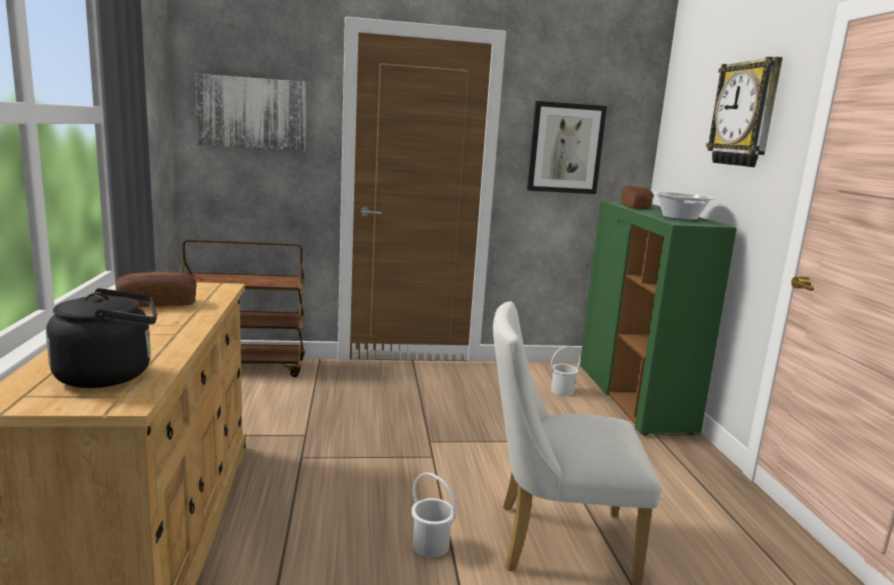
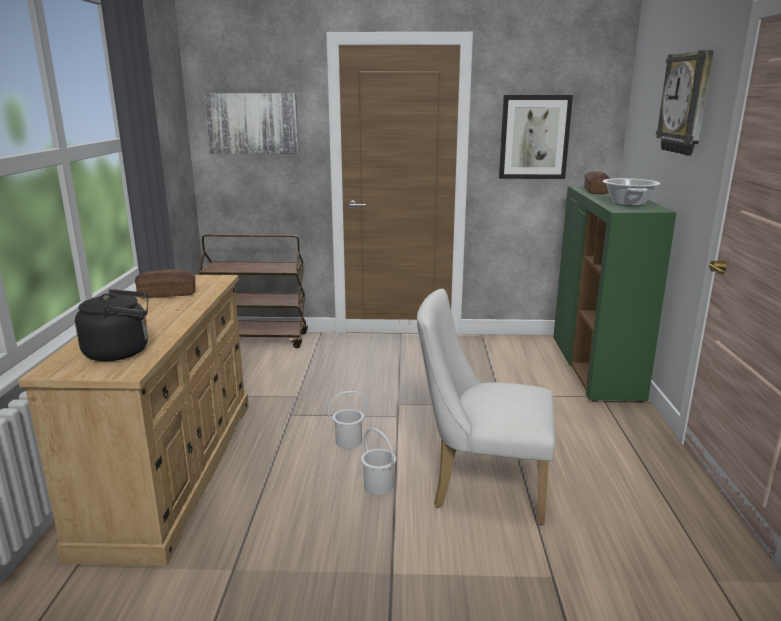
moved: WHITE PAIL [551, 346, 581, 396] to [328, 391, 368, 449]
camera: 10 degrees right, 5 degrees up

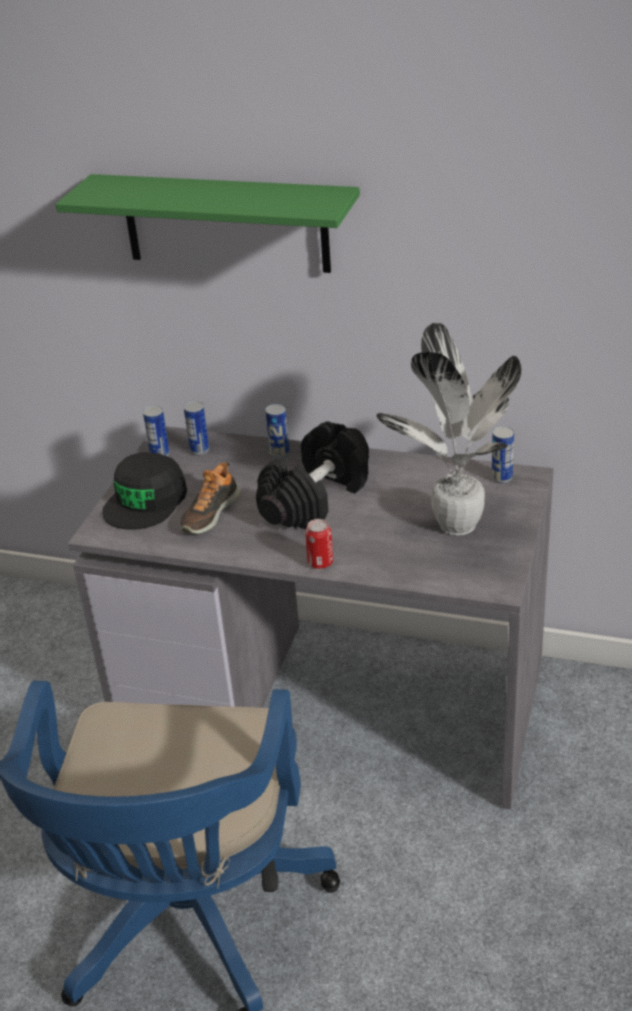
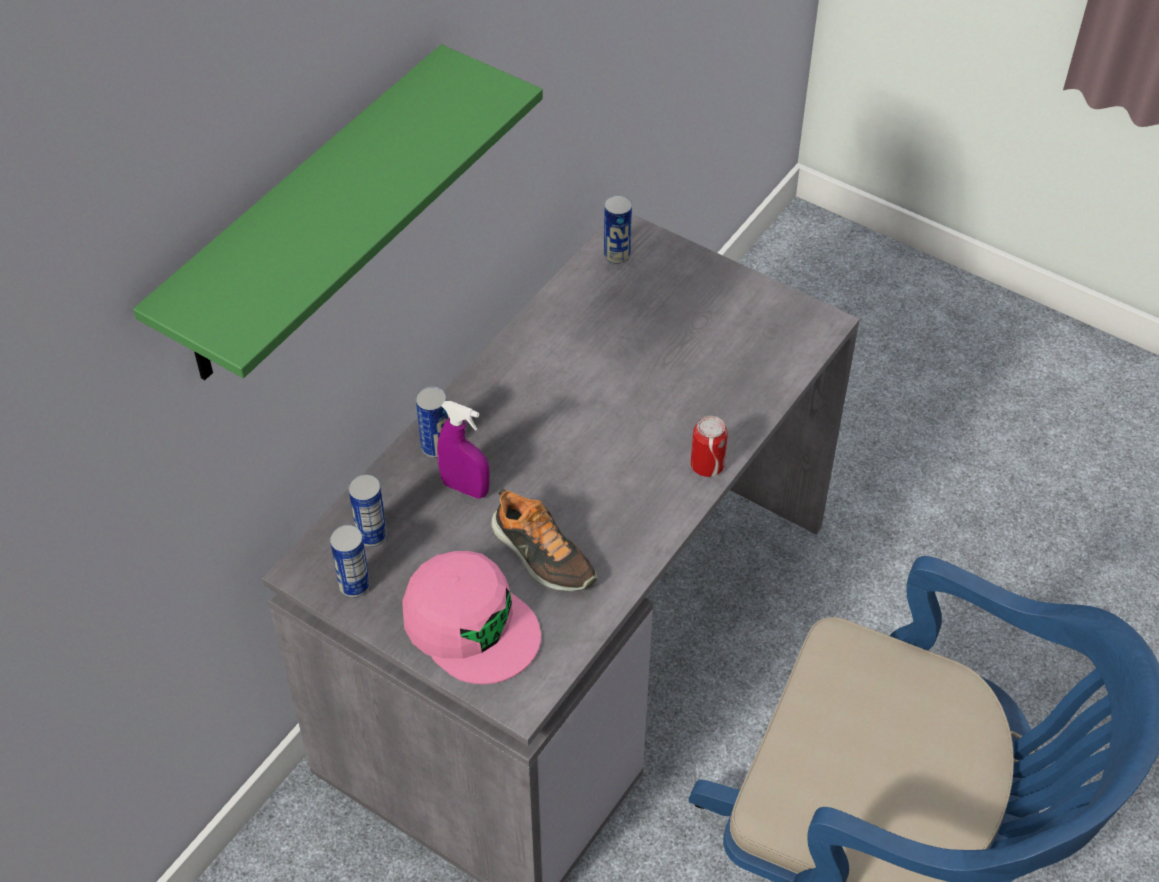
removed: BLACK-COLOURED FREE WEIGHT [256, 421, 369, 529]; PLANT IN A POT [376, 323, 521, 536]
added: PURPLE SPRAYER [437, 401, 490, 499]
recoloured: BLACK-COLOURED PEAKED CAP [102, 452, 187, 530] to PINK-COLOURED PEAKED CAP [402, 551, 541, 684]
camera: 75 degrees left, 15 degrees up

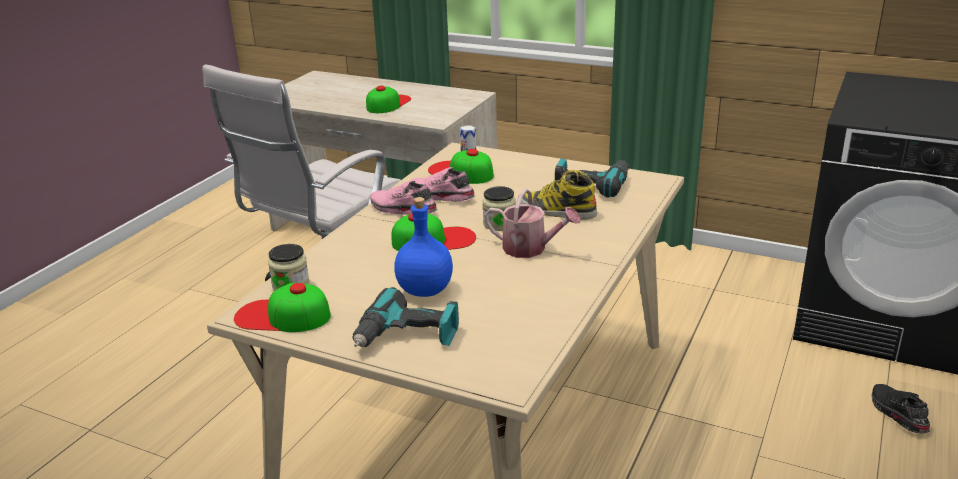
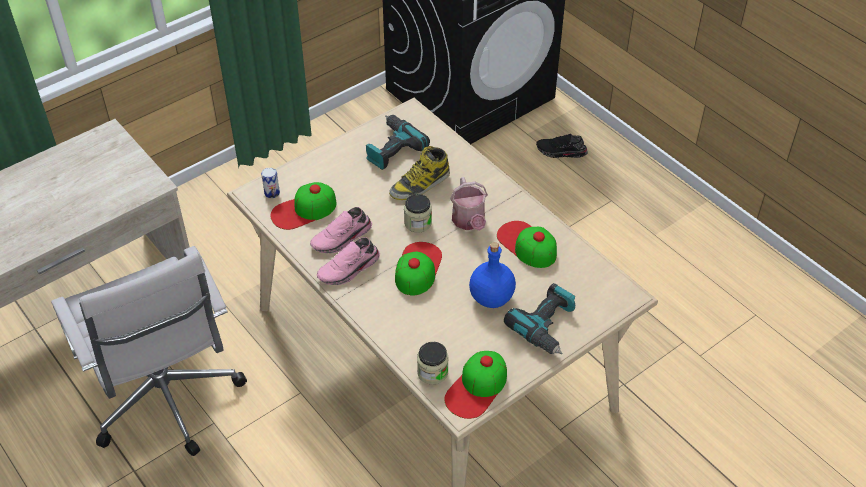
moved: PEAKED CAP [366, 86, 411, 113] to [497, 221, 557, 268]
turned: SPRINKLING CAN [484, 188, 580, 258] = [450, 177, 488, 231] 120 degrees clockwise
camera: 65 degrees left, 20 degrees up

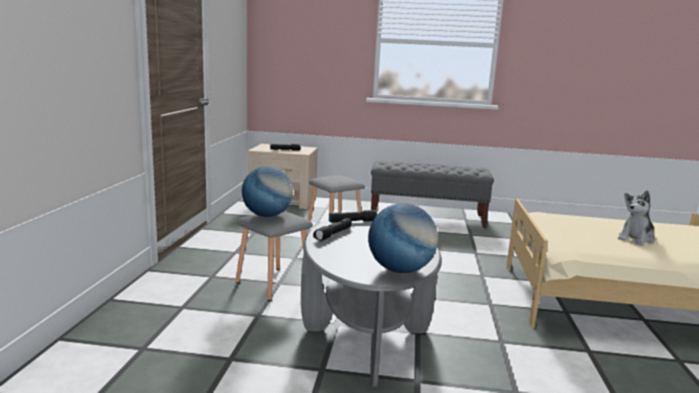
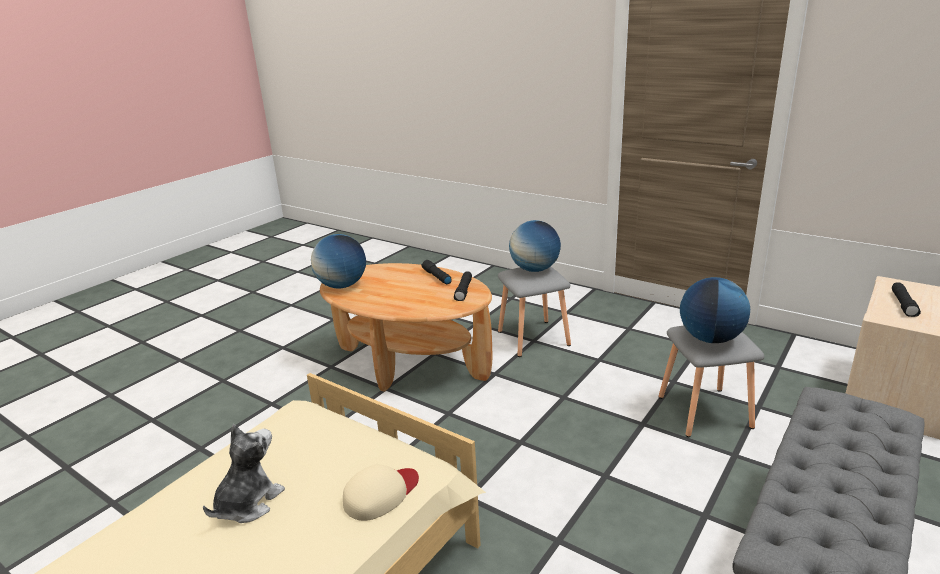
added: BEIGE-COLOURED PEAKED CAP [343, 465, 419, 521]; DESK GLOBE [680, 277, 750, 343]
recoloured: GREY LOW TABLE [301, 219, 442, 387] to BROWN LOW TABLE [320, 263, 492, 392]
turned: SOFT TOY [618, 190, 655, 246] = [203, 424, 285, 523] 45 degrees clockwise
camera: 120 degrees right, 10 degrees up

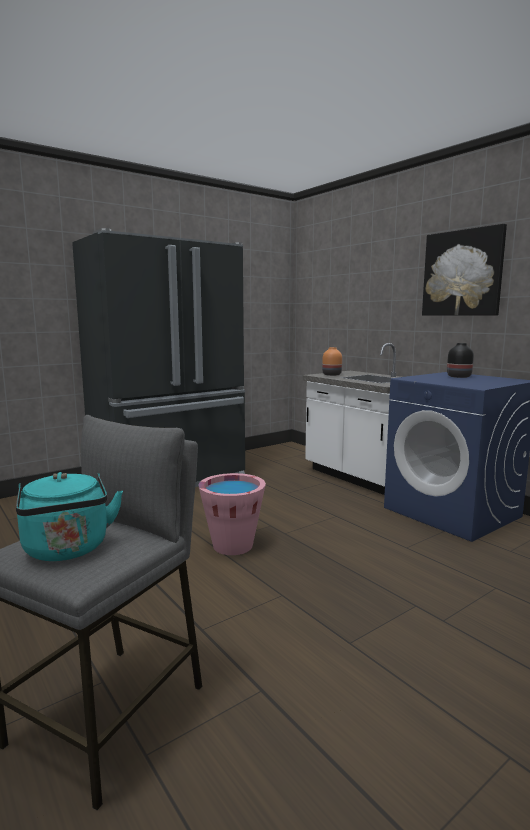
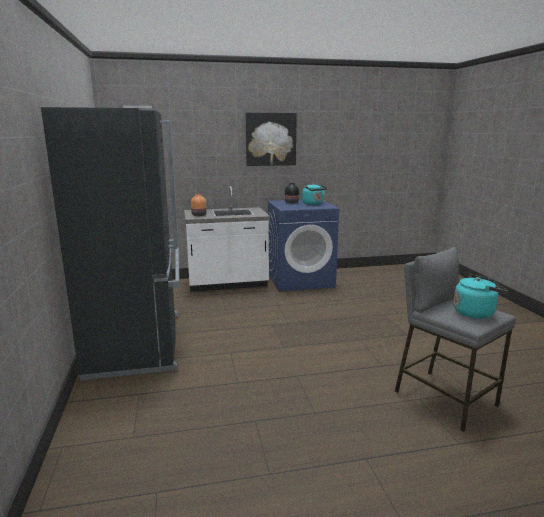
removed: PINK-COLOURED PAIL [198, 473, 266, 555]
added: TURQUOISE TEA KETTLE [302, 183, 327, 205]
camera: 65 degrees left, 5 degrees up

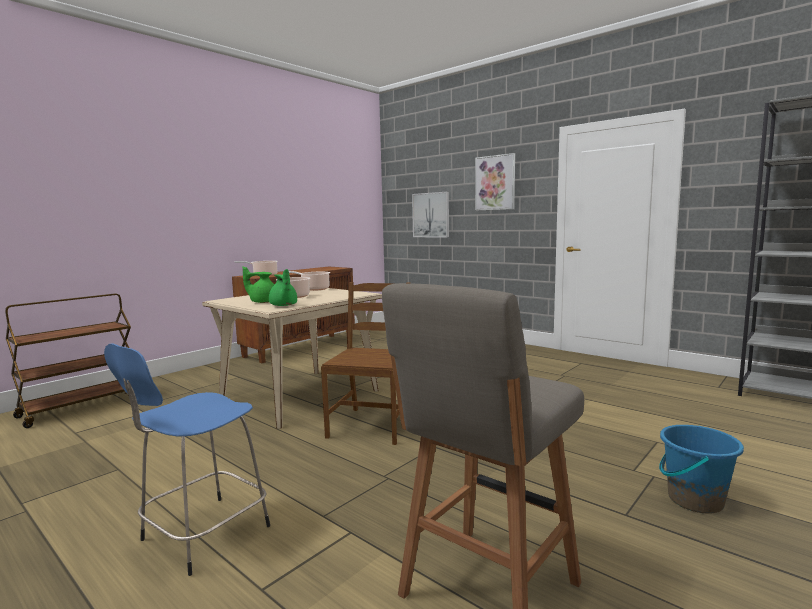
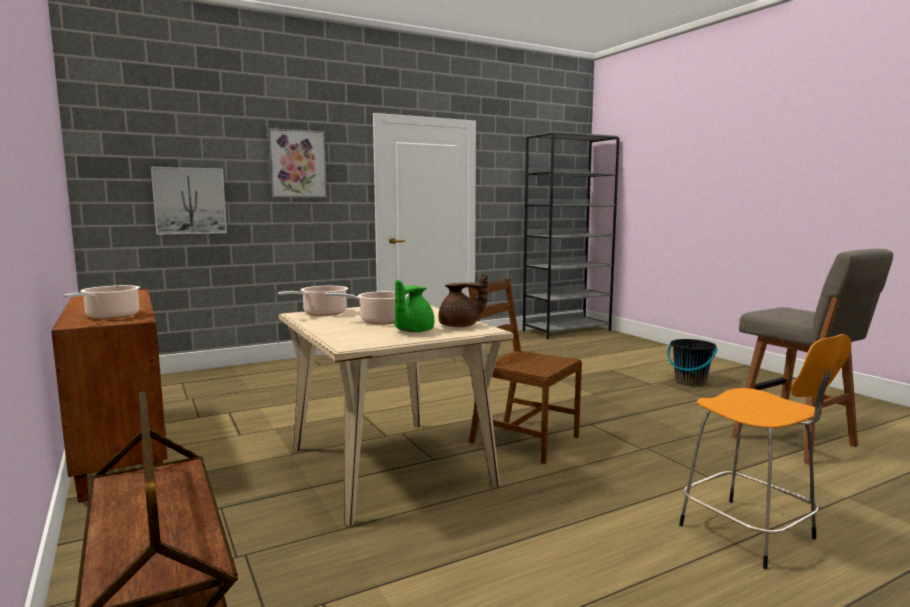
recoloured: BLUE-COLOURED STOOL [104, 343, 270, 576] to ORANGE-COLOURED STOOL [679, 334, 851, 569]; GREEN TEA POT [269, 269, 297, 306] to BROWN TEA POT [439, 273, 488, 327]; BLUE-COLOURED PAIL [659, 425, 744, 514] to BLACK-COLOURED PAIL [667, 339, 718, 386]
camera: 70 degrees left, 0 degrees up

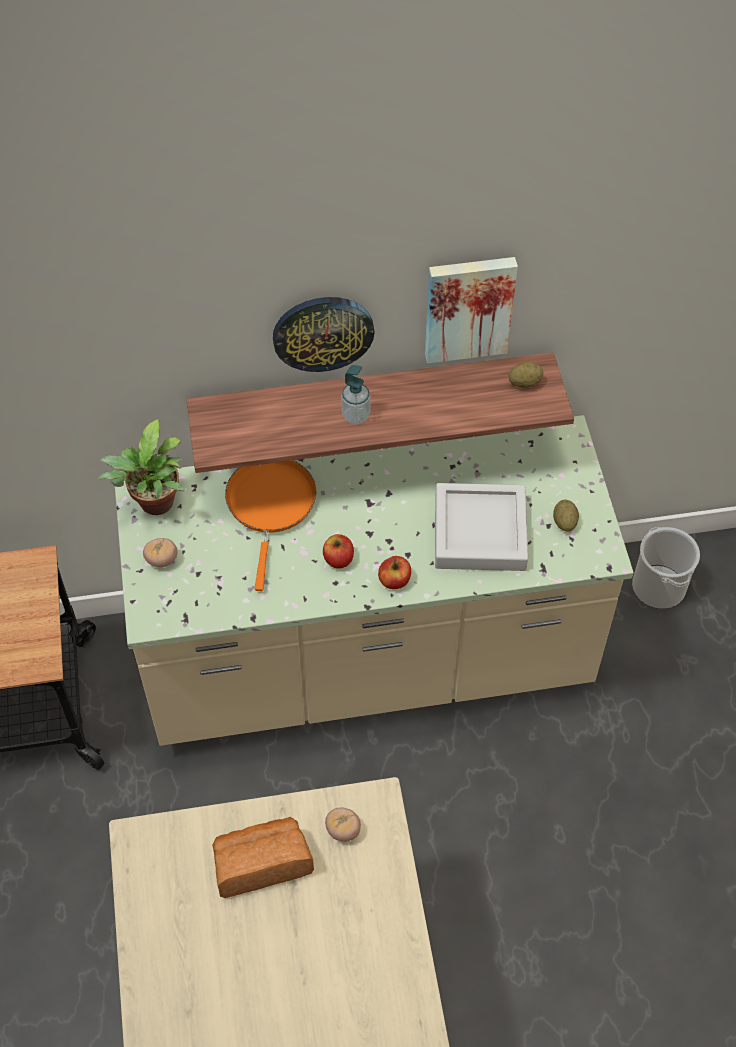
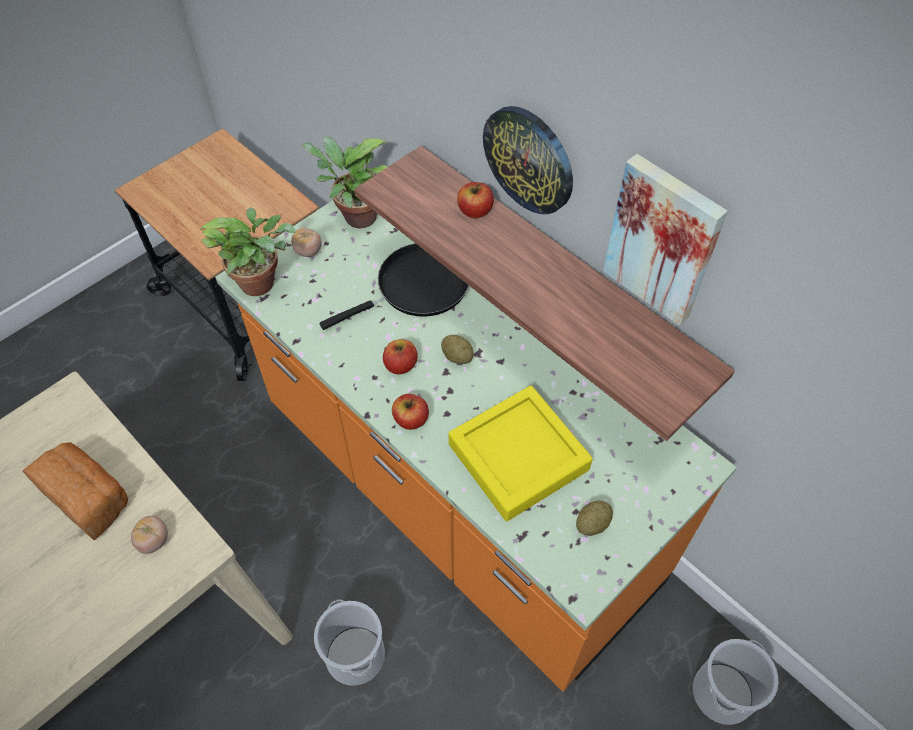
removed: SOAP DISPENSER [341, 365, 370, 424]
added: PLANT IN A POT [200, 207, 296, 296]; PAIL [314, 600, 385, 686]; APPLE [457, 182, 494, 218]
moved: SPUD [508, 362, 543, 388] to [441, 335, 474, 364]
recoloured: BEIGE-COLOURED KITCHEN COUNTER [115, 415, 634, 746] to ORANGE-COLOURED KITCHEN COUNTER [215, 200, 737, 692]; ORANGE-COLOURED PAN [225, 460, 316, 591] to BLACK-COLOURED PAN [320, 243, 469, 330]; GREY CARRYING TRAY [435, 483, 528, 571] to YELLOWISH CARRYING TRAY [449, 386, 593, 521]
camera: 55 degrees right, 0 degrees up

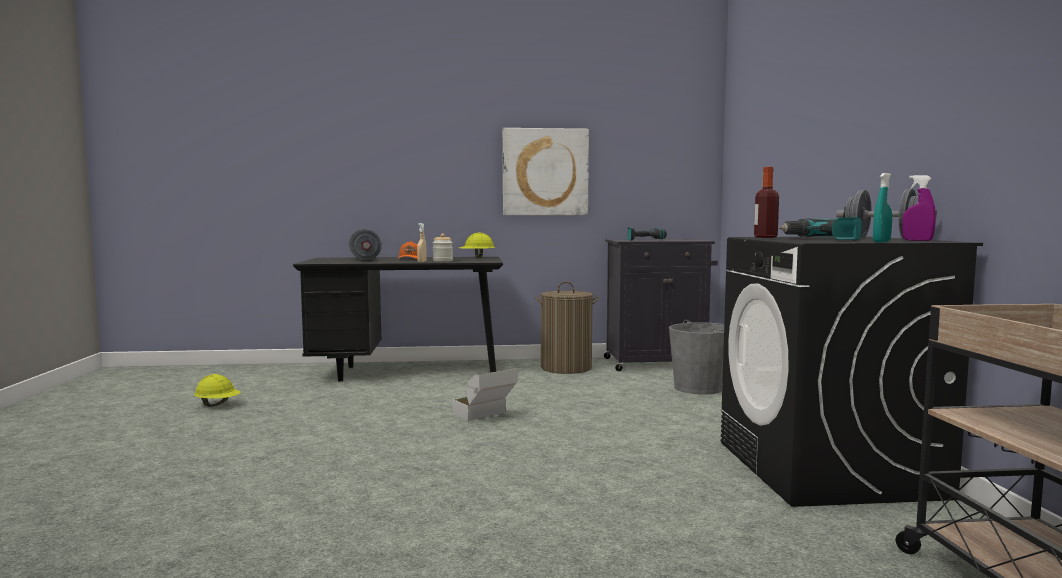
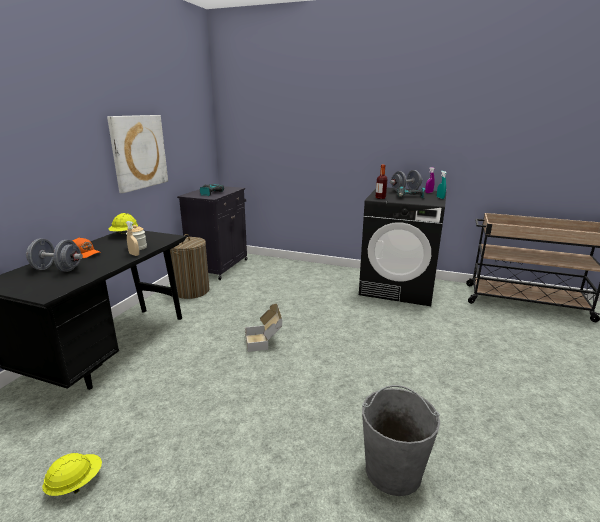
moved: GREY PAIL [669, 320, 724, 395] to [362, 385, 440, 496]
camera: 65 degrees left, 15 degrees up

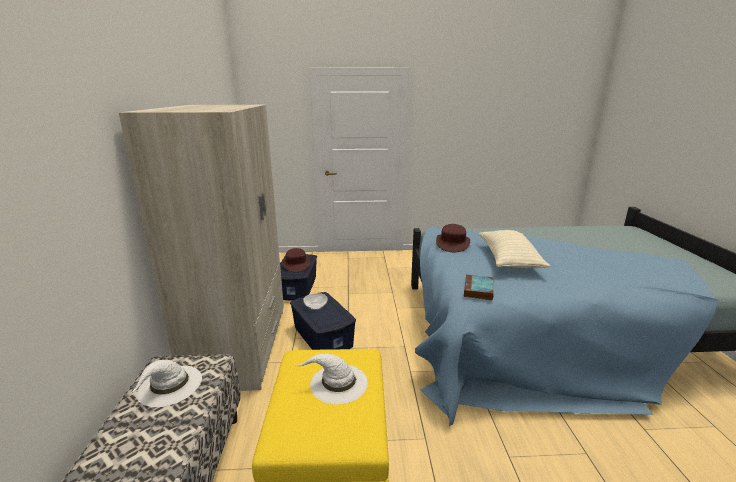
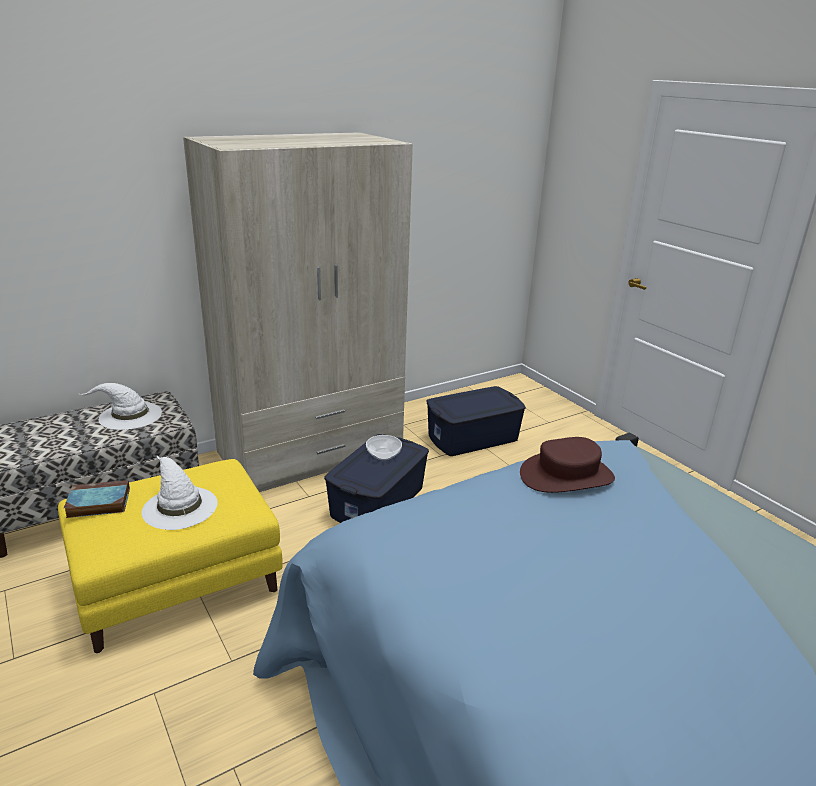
removed: BROWN HAT [282, 248, 310, 272]; BEIGE-COLOURED THROW PILLOW [479, 230, 550, 268]
moved: BOOK [464, 274, 494, 301] to [64, 480, 130, 518]
camera: 60 degrees right, 5 degrees up

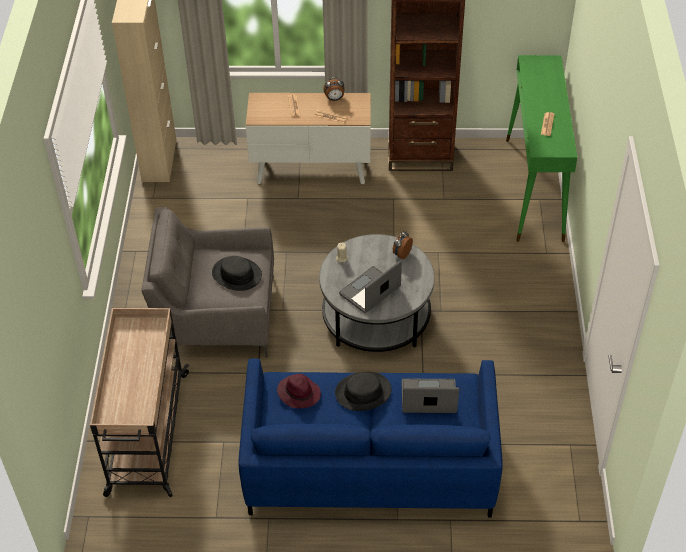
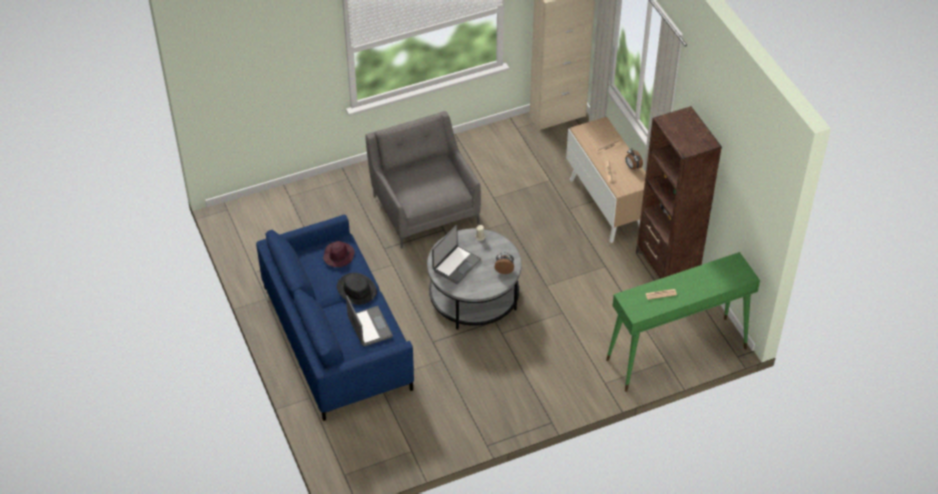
removed: BEIGE-COLOURED WHEELED CART [90, 308, 190, 497]; BLACK-COLOURED HAT [212, 256, 262, 291]
turned: NOTEBOOK COMPUTER [339, 260, 402, 313] = [432, 225, 481, 284] 105 degrees clockwise
camera: 65 degrees right, 0 degrees up

